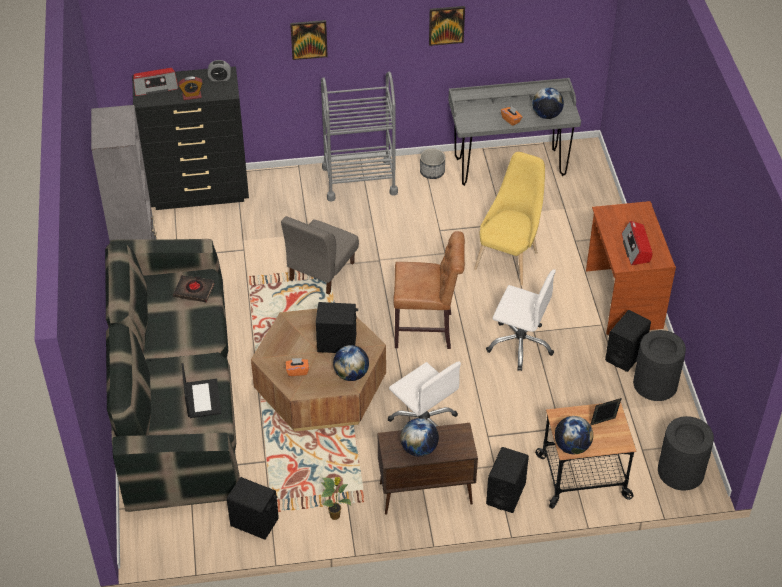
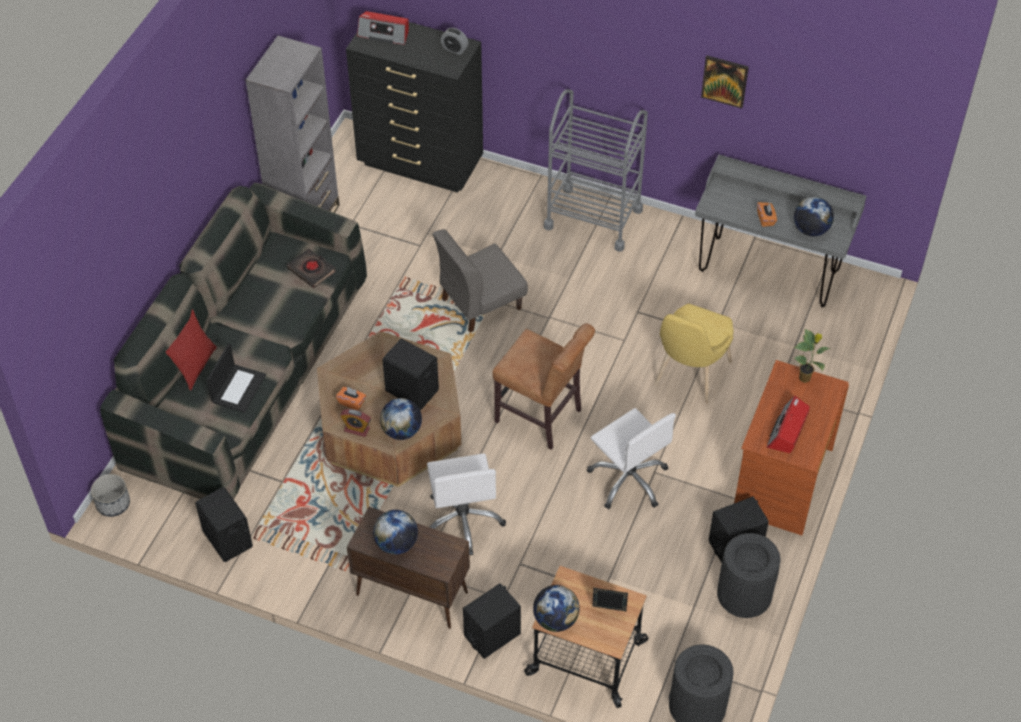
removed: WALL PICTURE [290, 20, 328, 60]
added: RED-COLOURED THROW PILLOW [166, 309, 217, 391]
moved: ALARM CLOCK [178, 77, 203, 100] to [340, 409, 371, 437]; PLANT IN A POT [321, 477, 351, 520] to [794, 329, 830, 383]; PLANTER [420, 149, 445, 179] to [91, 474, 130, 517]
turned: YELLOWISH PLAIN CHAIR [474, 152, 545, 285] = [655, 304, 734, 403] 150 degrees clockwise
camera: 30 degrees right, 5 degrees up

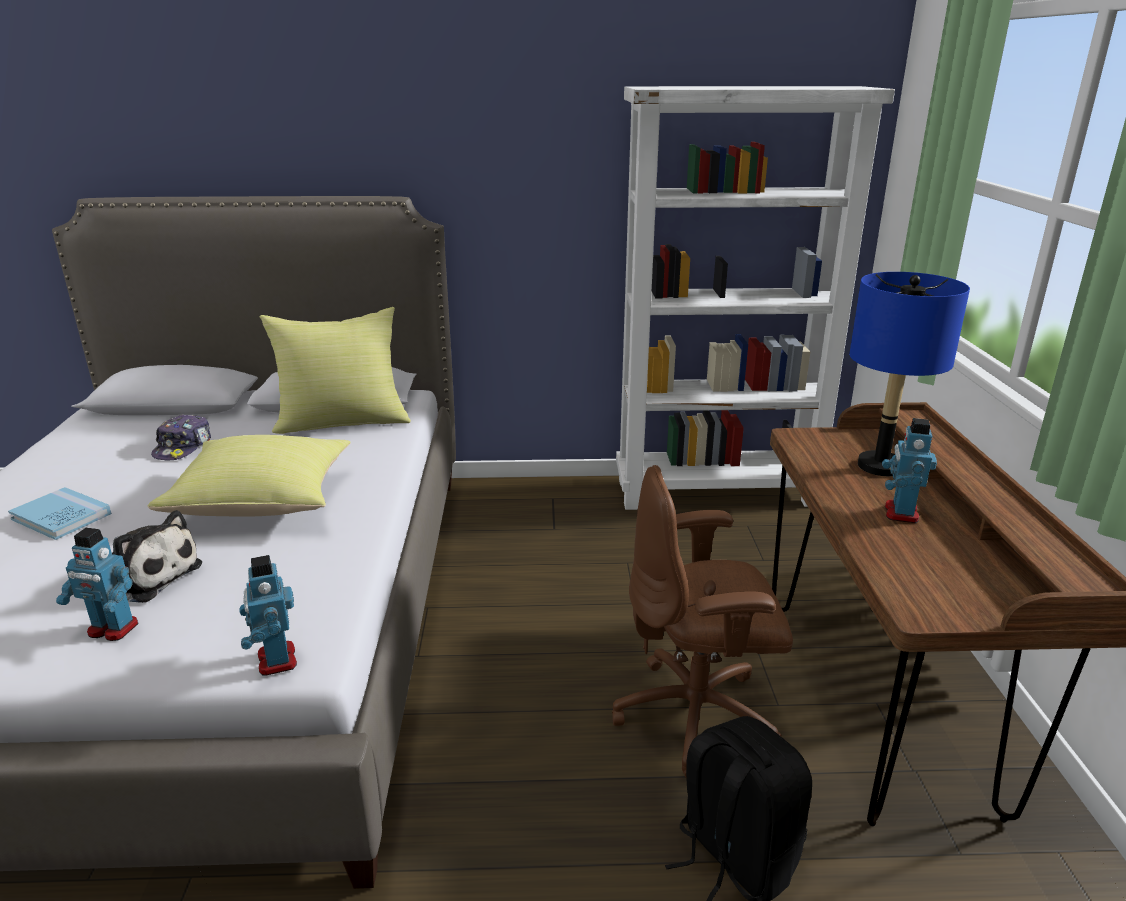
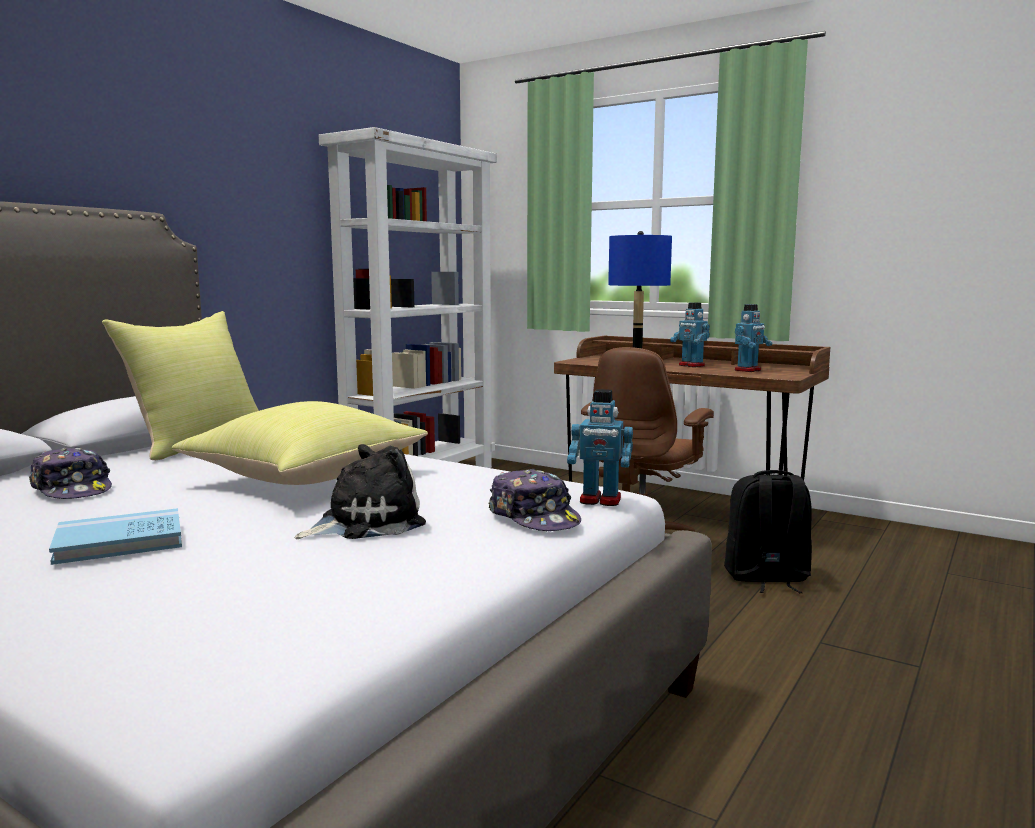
added: PEAKED CAP [488, 469, 581, 531]
moved: MODEL ROBOT [56, 528, 139, 641] to [735, 304, 772, 372]
camera: 55 degrees left, 15 degrees down

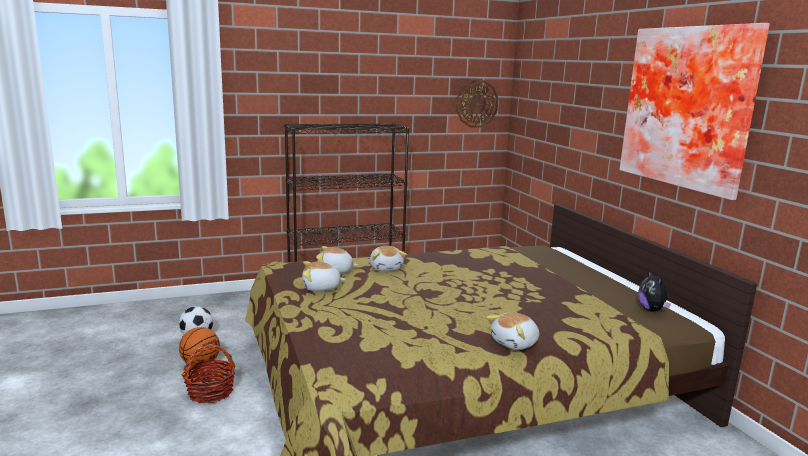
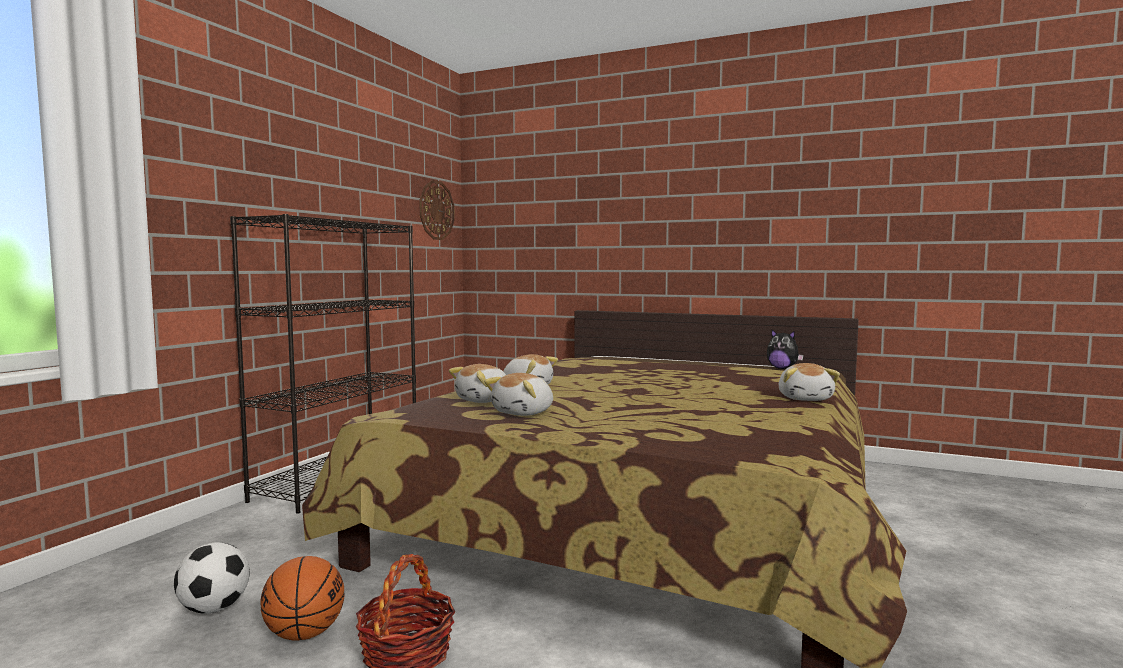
removed: WALL PICTURE [620, 23, 770, 200]
camera: 45 degrees left, 10 degrees down

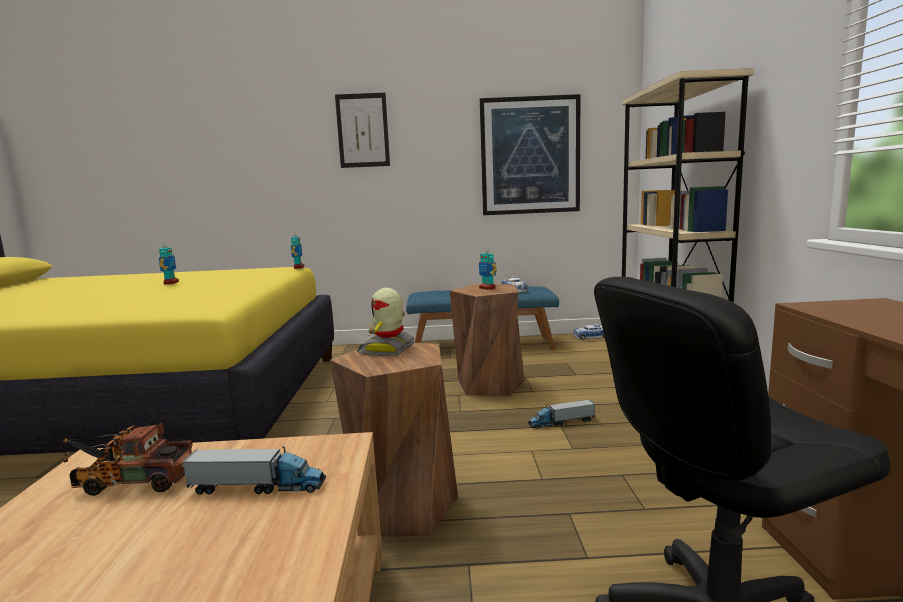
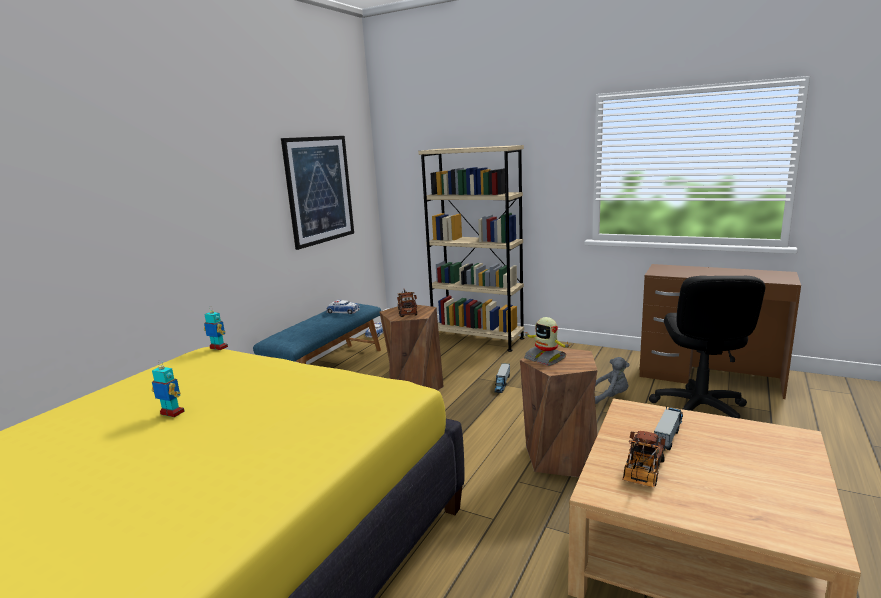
removed: WALL PICTURE [335, 93, 390, 168]
added: GREY SOFT TOY [595, 357, 630, 404]
replaced: MODEL ROBOT [479, 249, 497, 290] to MODEL TRUCK [397, 289, 417, 317]
camera: 60 degrees left, 5 degrees up

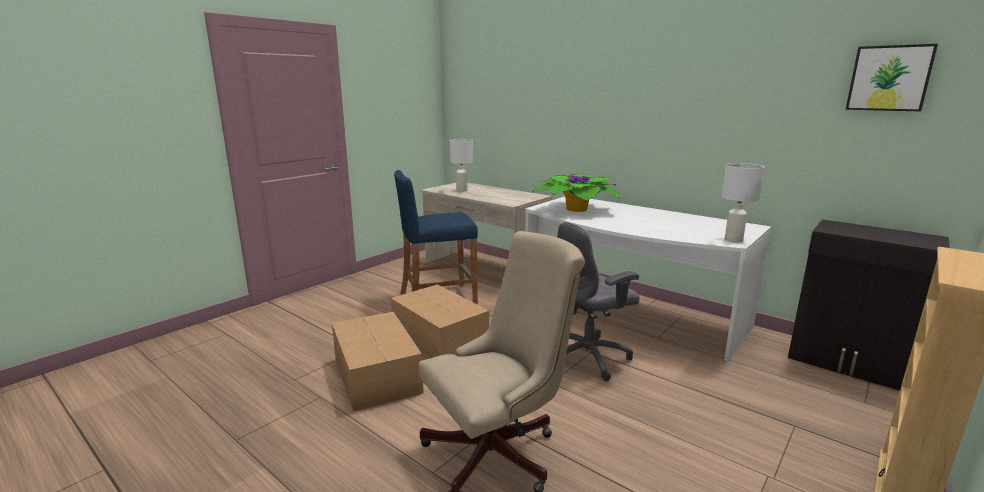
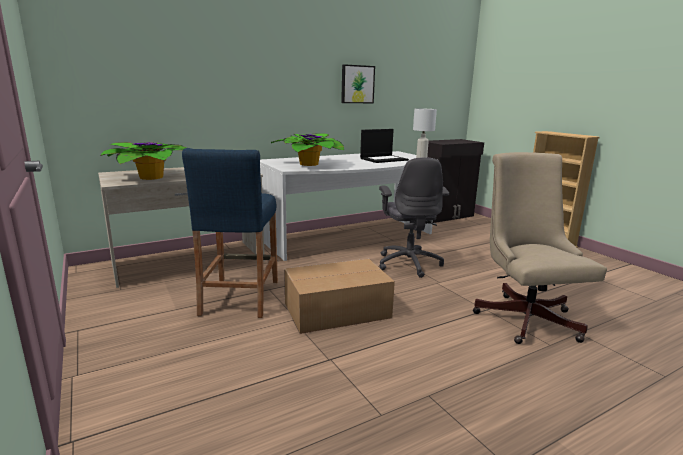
removed: PACKING BOX [332, 312, 424, 412]
added: NOTEBOOK COMPUTER [360, 129, 409, 163]
moved: WALL PICTURE [846, 44, 938, 111] to [341, 64, 375, 103]
replaced: WHITE TABLETOP LAMP [450, 139, 473, 192] to PLANT IN A POT [100, 142, 186, 180]
camera: 70 degrees left, 0 degrees up

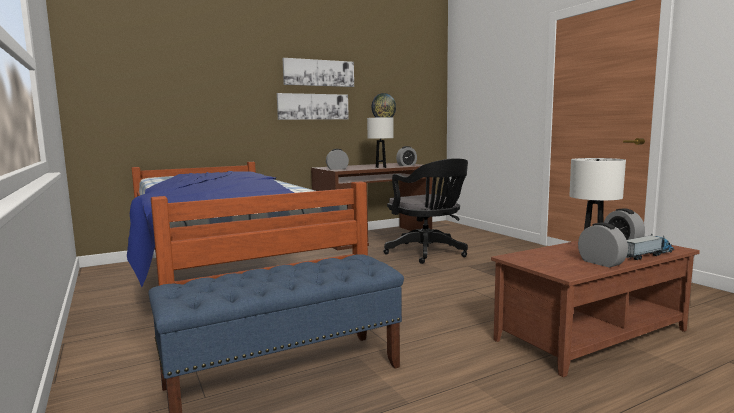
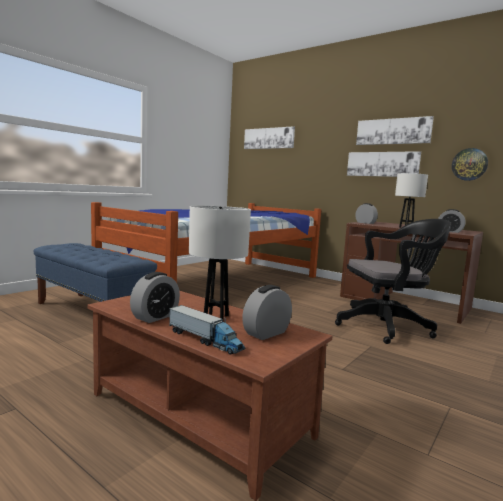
added: WALL PICTURE [244, 126, 295, 149]
turned: BLACK-COLOURED OFFICE CHAIR [384, 158, 468, 264] = [335, 219, 451, 344] 135 degrees counterclockwise
camera: 65 degrees right, 0 degrees up

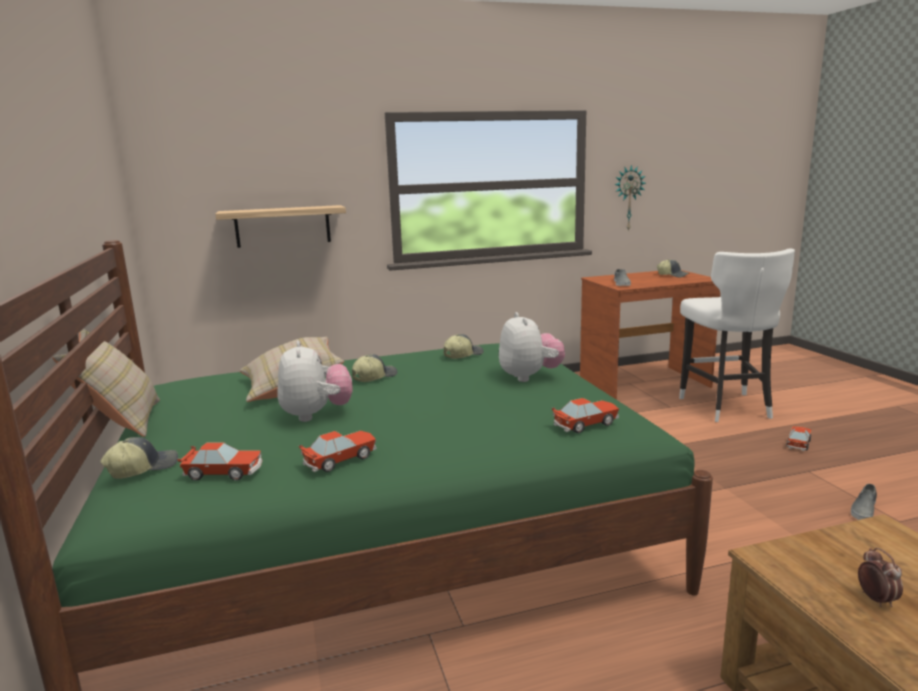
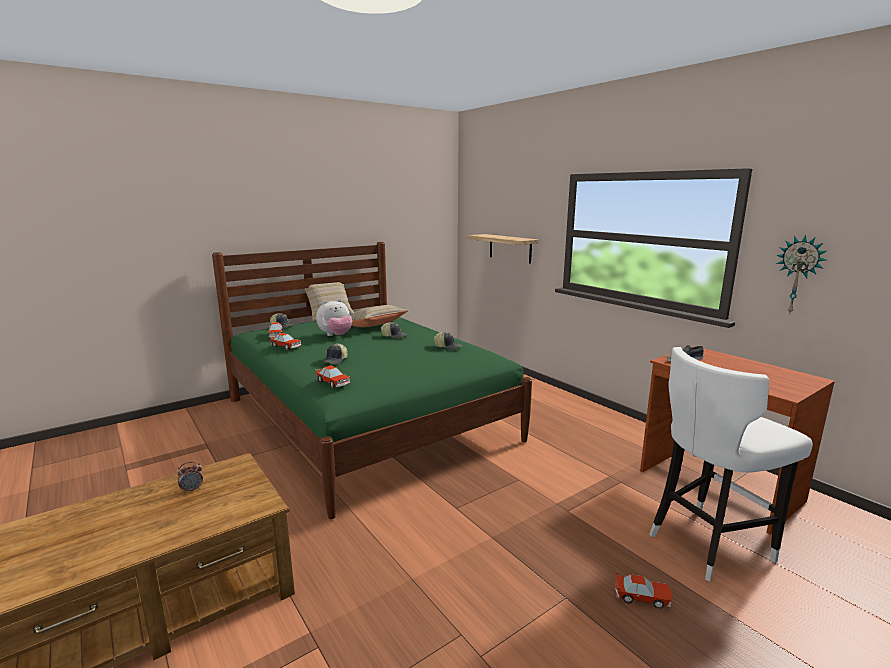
removed: SOFT TOY [499, 312, 565, 382]; GREY SHOE [851, 484, 877, 520]
moved: PEAKED CAP [657, 259, 689, 277] to [322, 343, 348, 364]
camera: 70 degrees right, 0 degrees up

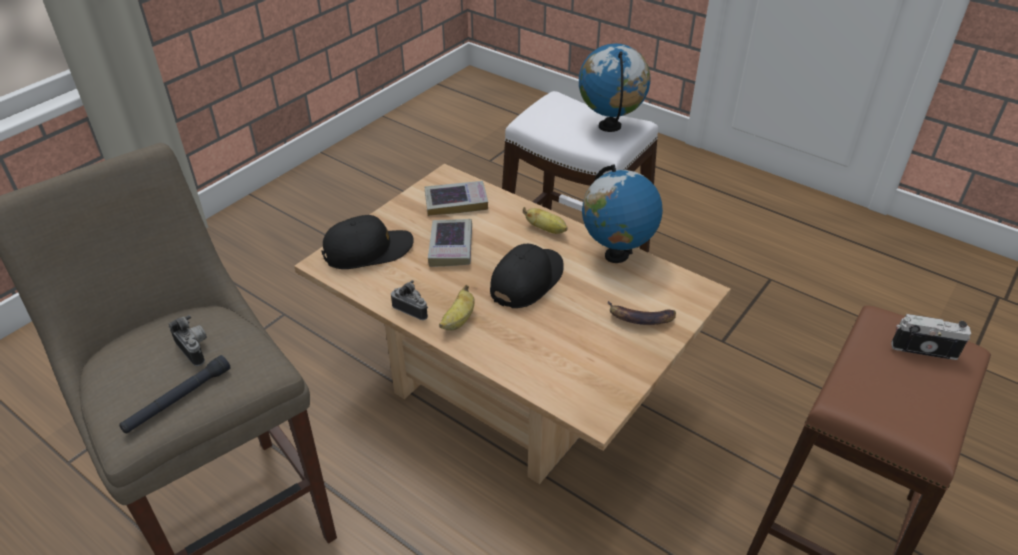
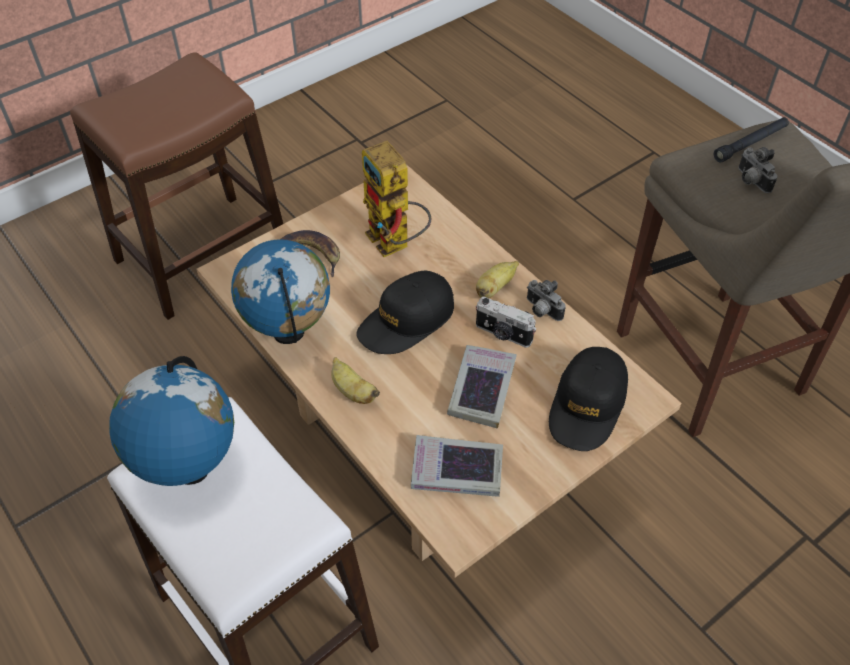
added: MODEL ROBOT [362, 141, 431, 257]
moved: PHOTO CAMERA [891, 314, 971, 360] to [476, 297, 536, 348]
turned: BLACK-COLOURED PEAKED CAP [321, 215, 414, 269] = [549, 347, 628, 451] 60 degrees counterclockwise
camera: 165 degrees left, 10 degrees up

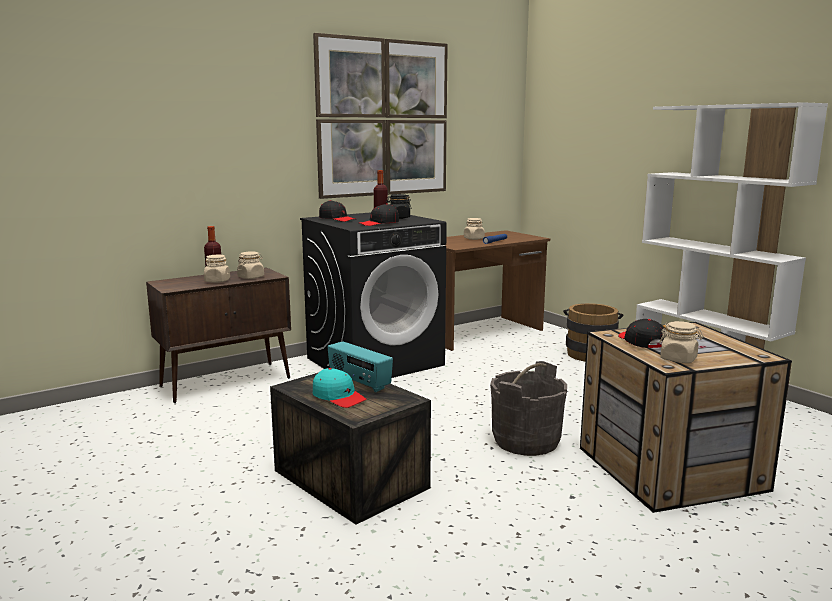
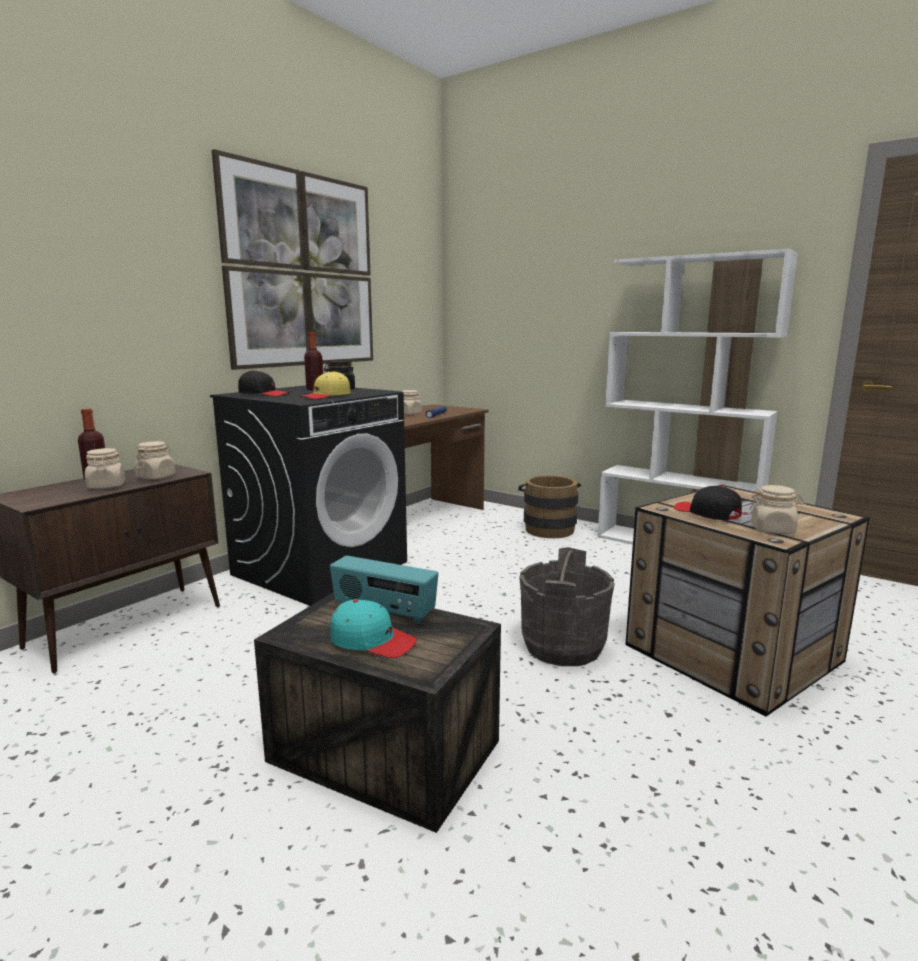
recoloured: BLACK-COLOURED PEAKED CAP [359, 204, 399, 226] to YELLOWISH PEAKED CAP [300, 371, 351, 399]
camera: 20 degrees left, 0 degrees up

